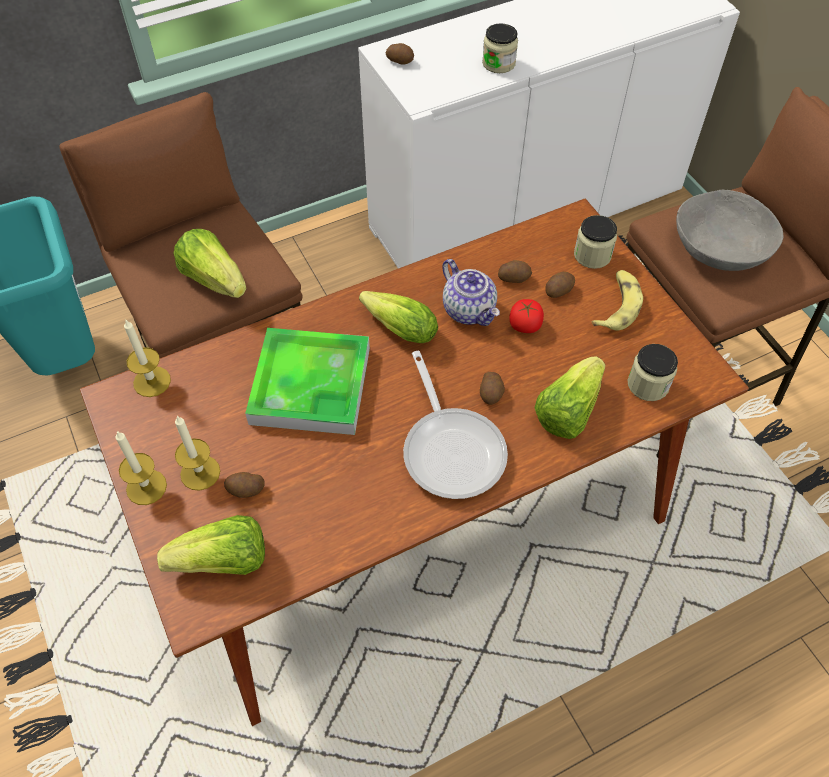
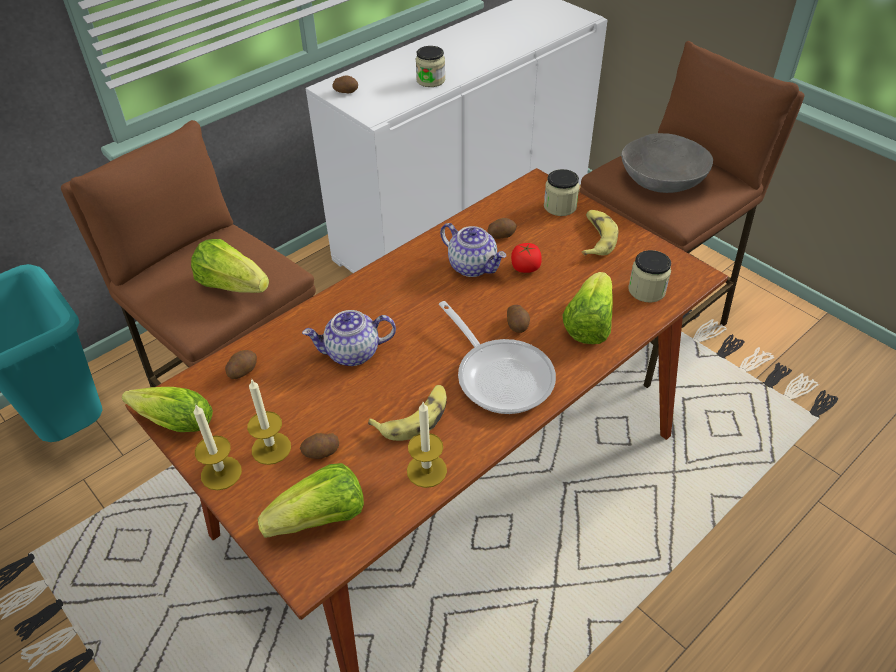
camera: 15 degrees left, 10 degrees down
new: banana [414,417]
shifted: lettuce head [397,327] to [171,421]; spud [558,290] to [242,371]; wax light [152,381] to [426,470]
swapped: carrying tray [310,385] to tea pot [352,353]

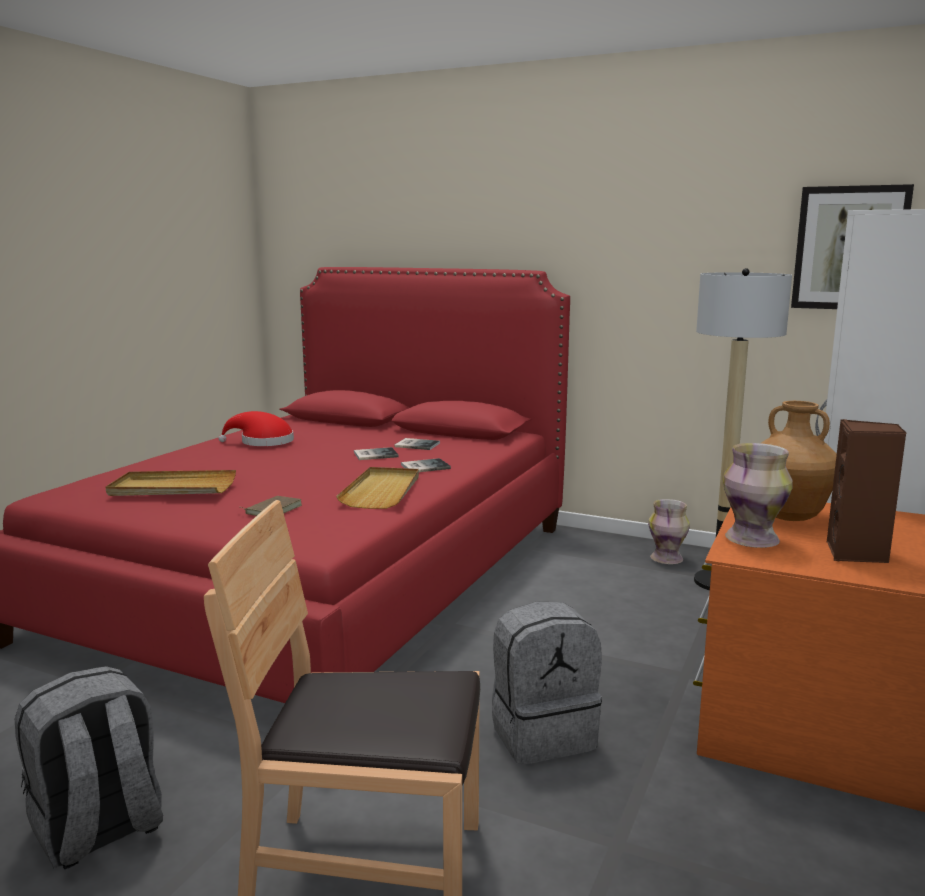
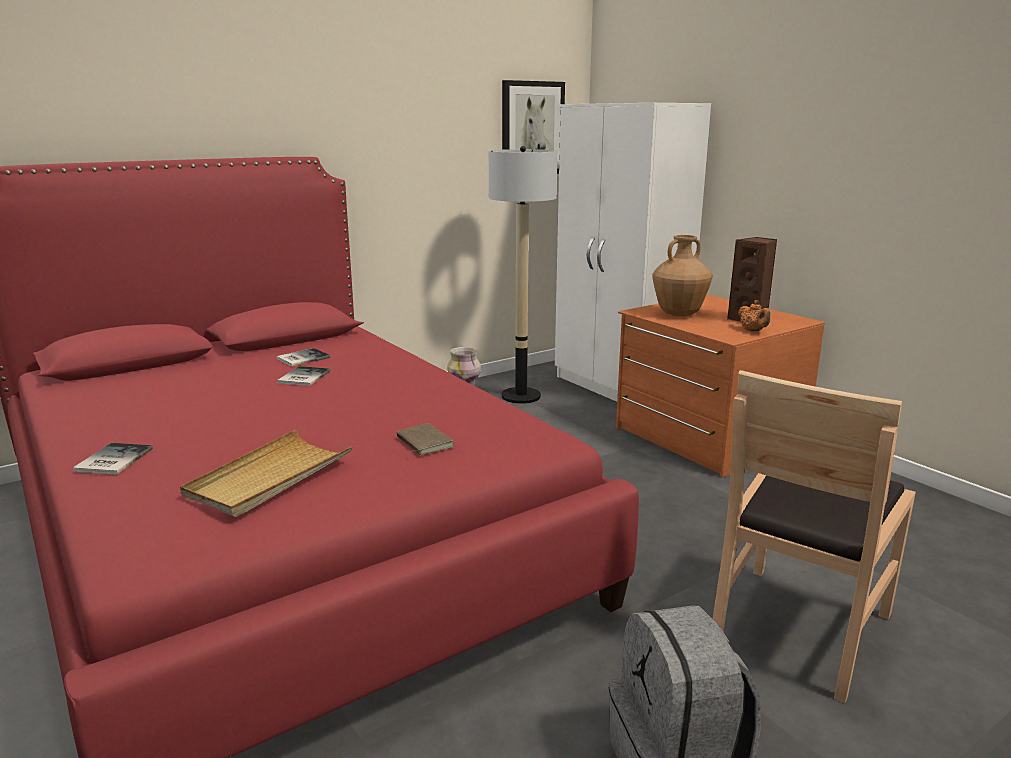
camera: 60 degrees left, 5 degrees up
gone: red-coloured wearable hat [262,442]; beige carrying tray [382,491]; greyish rucksack [542,733]; decorative vase [753,540]
new: orange-coloured tea pot [753,331]
shifted: bound book [423,466] to [111,460]

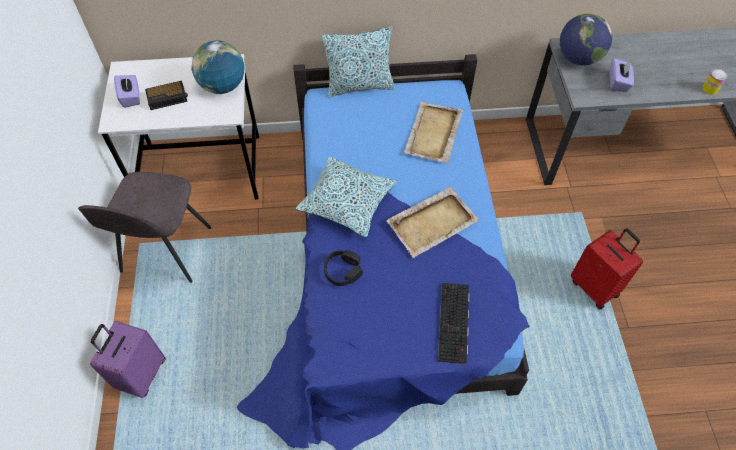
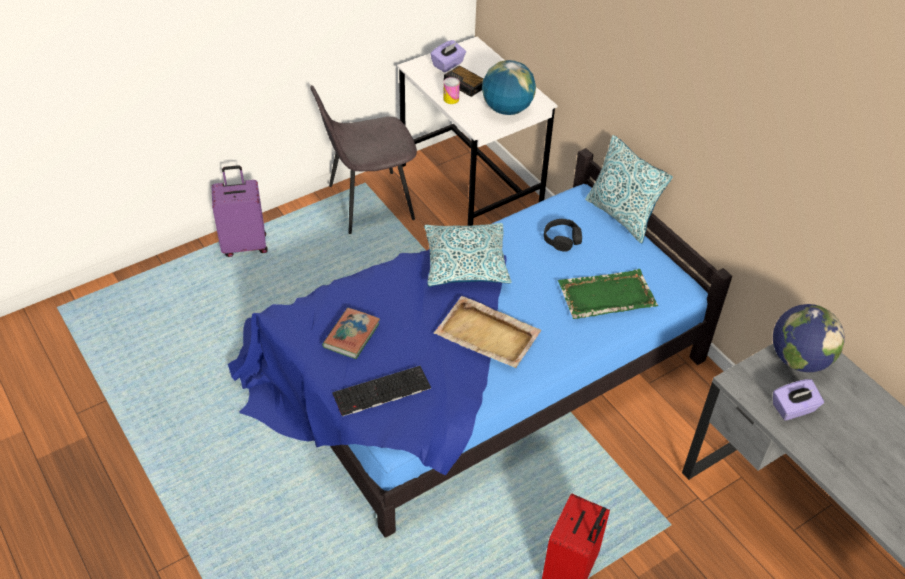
camera: 60 degrees right, 10 degrees down
new: bound book [351,335]
shifted: metal can [710,89] to [451,99]; black-coloured headphones [342,271] to [562,239]
repainted: beige carrying tray [433,134] to green carrying tray [605,296]

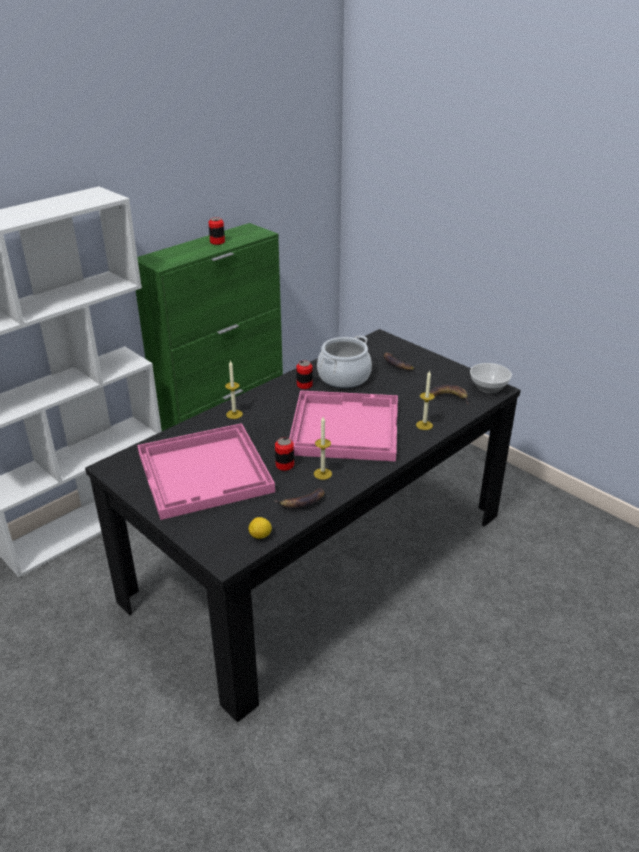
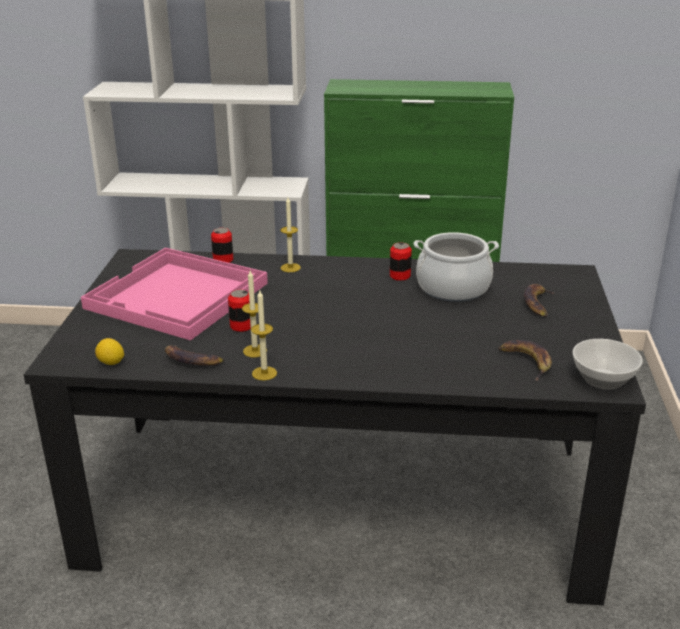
camera: 50 degrees right, 5 degrees down
gone: pinkish carrying tray [344,427]
shifted: metal can [217,242] to [223,260]; wax light [424,425] to [264,373]

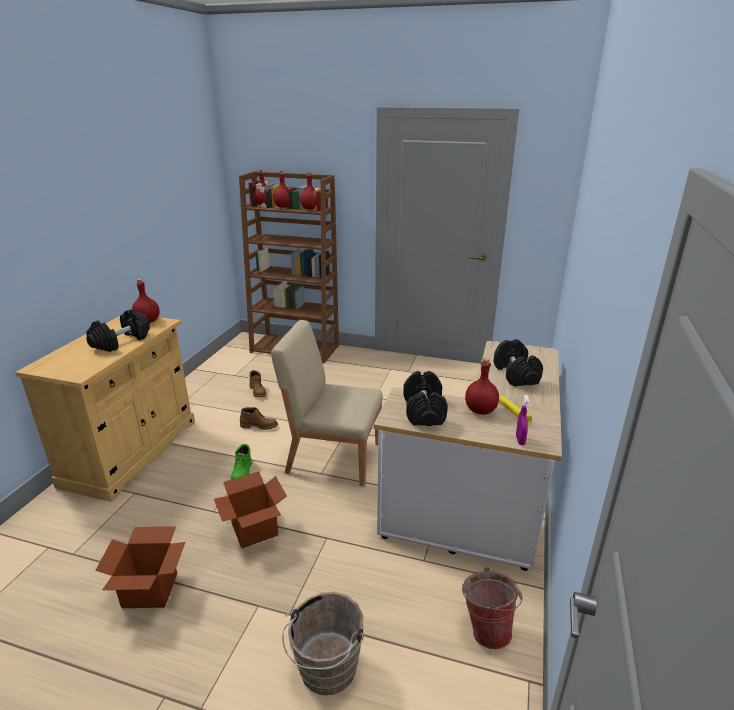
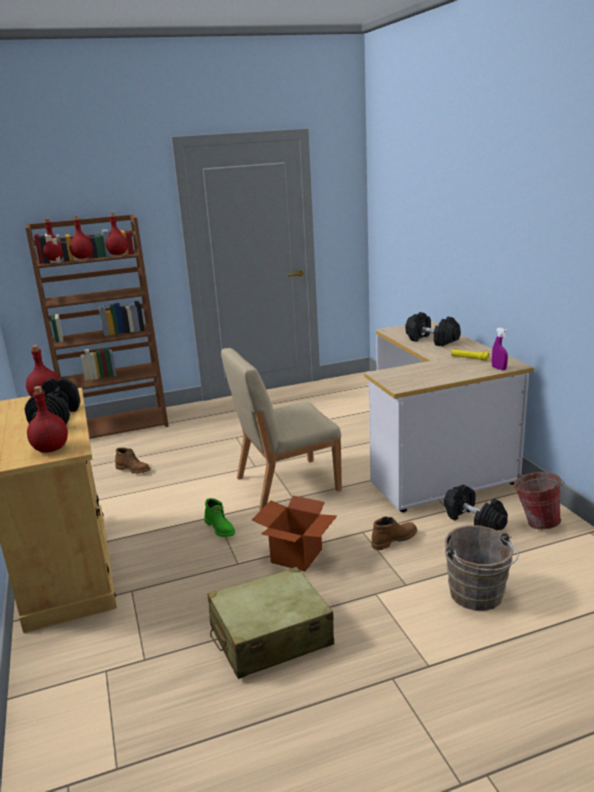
camera: 35 degrees left, 5 degrees down
shifted: red-coloured drink bottle [480,410] to [51,448]; brown-coloured tall boot [259,426] to [393,539]; black-coloured free weight [423,411] to [473,521]
swapped: cardboard box [150,590] to beige suitcase [270,636]

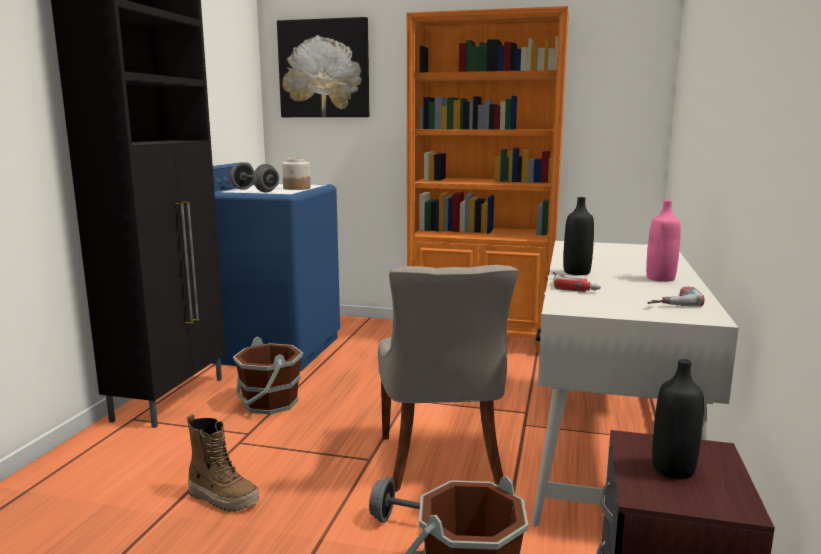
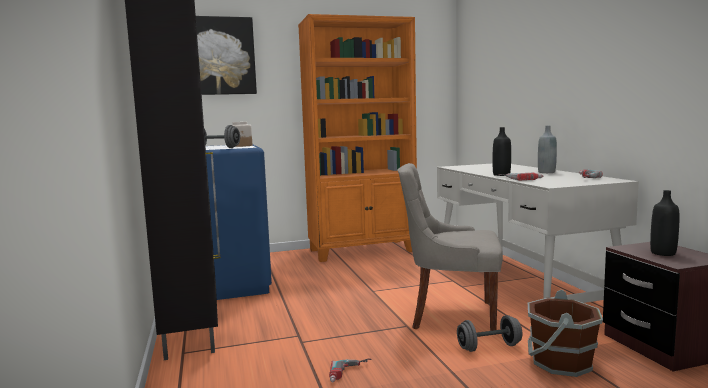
camera: 30 degrees left, 5 degrees down
gone: brown-coloured pail [269,403]
swapped: tall boot [223,498] to electric drill [350,373]
repainted: pinkish drink bottle [660,278] to greyish drink bottle [546,172]
rotated: greyish plain chair [442,462] = [450,315] 135 degrees clockwise

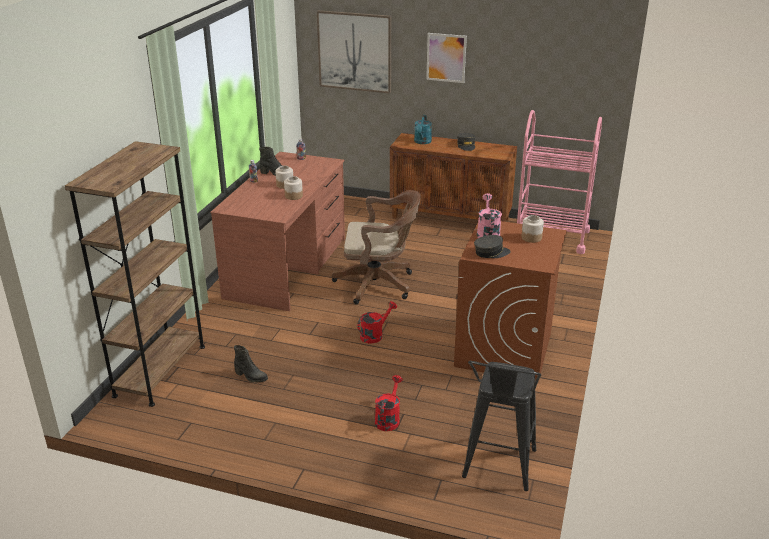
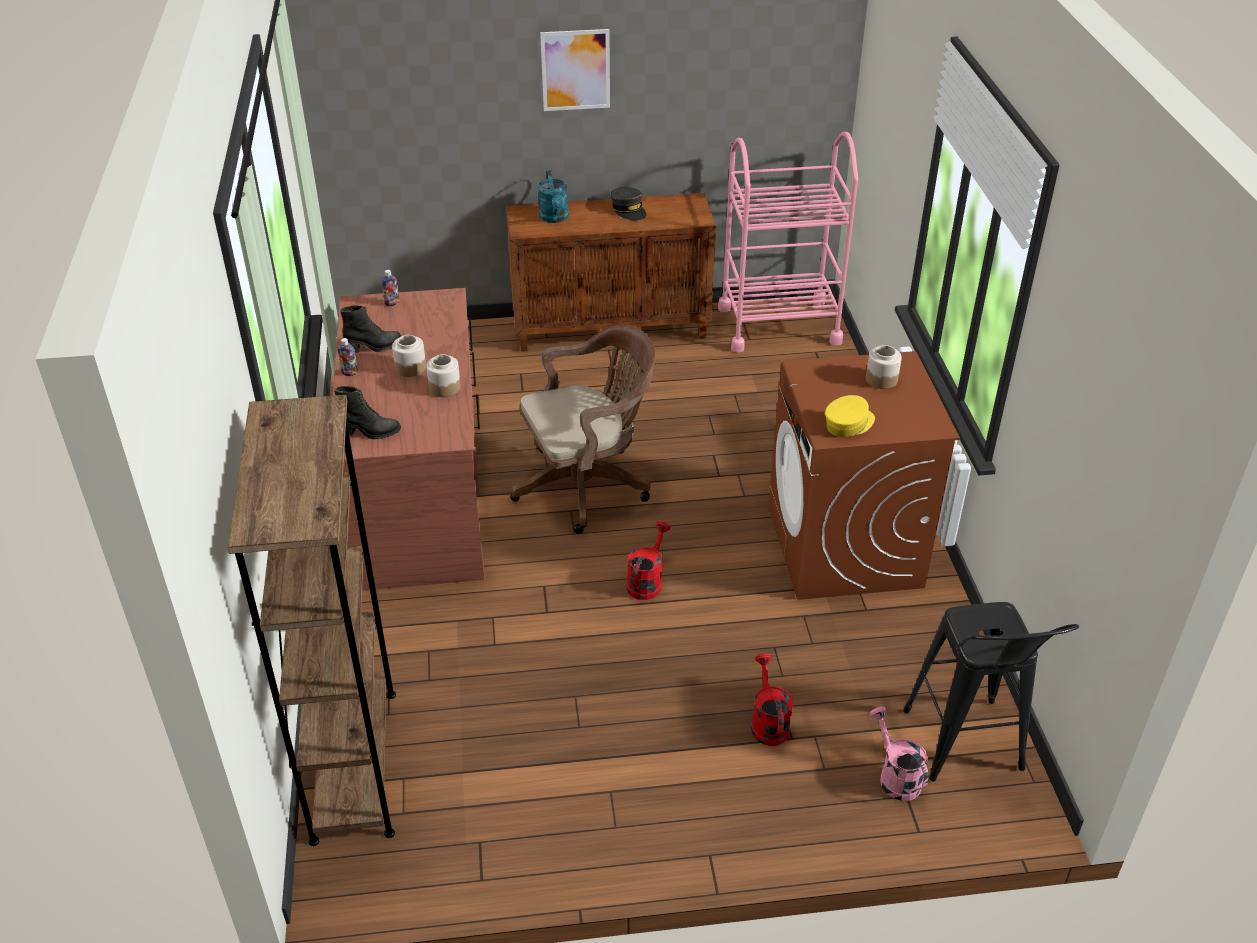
camera: 25 degrees left, 10 degrees up
gone: wall picture [354,51]
shifted: black-coloured tall boot [251,377] to [370,432]; pinkish watering pot [487,233] to [895,776]
repainted: greyish peaked cap [491,252] to yellowish peaked cap [848,424]

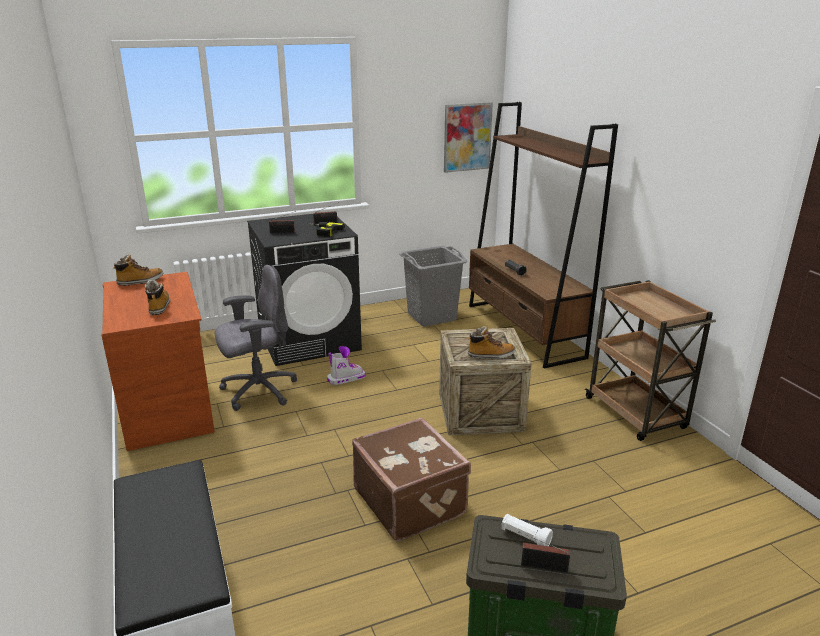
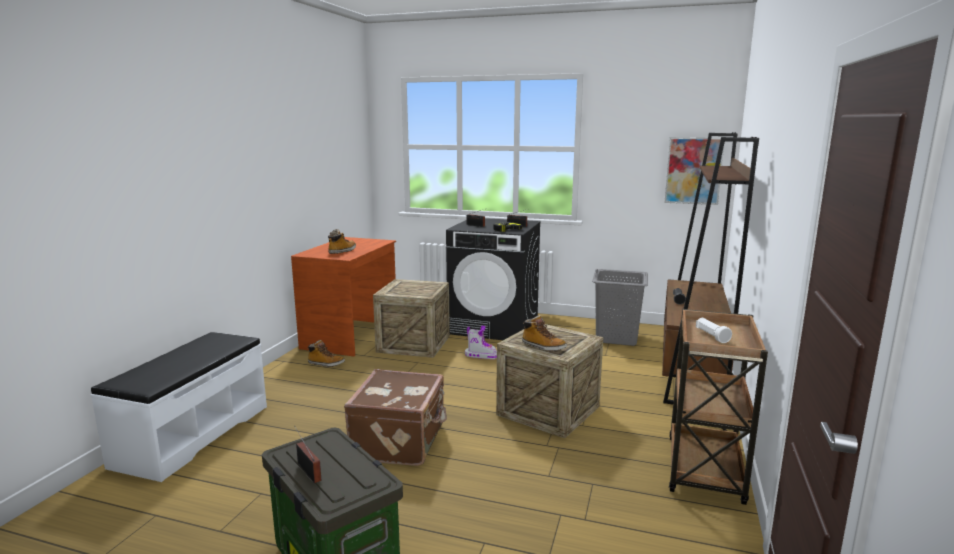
camera: 40 degrees right, 10 degrees down
shifted: tall boot [140,281] to [326,364]; white-coloured torch [525,537] to [711,336]
swapped: greyish office chair [258,391] to packing crate [414,344]

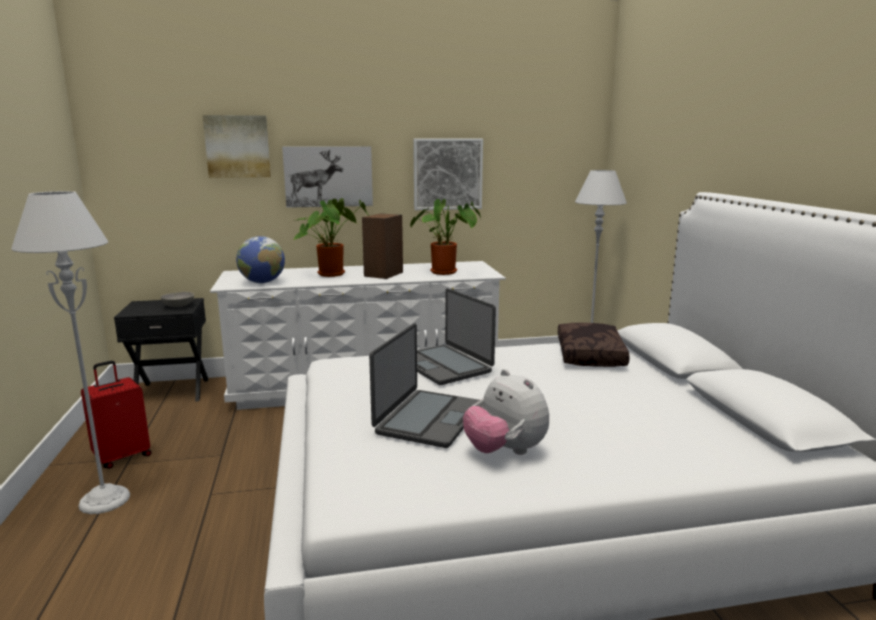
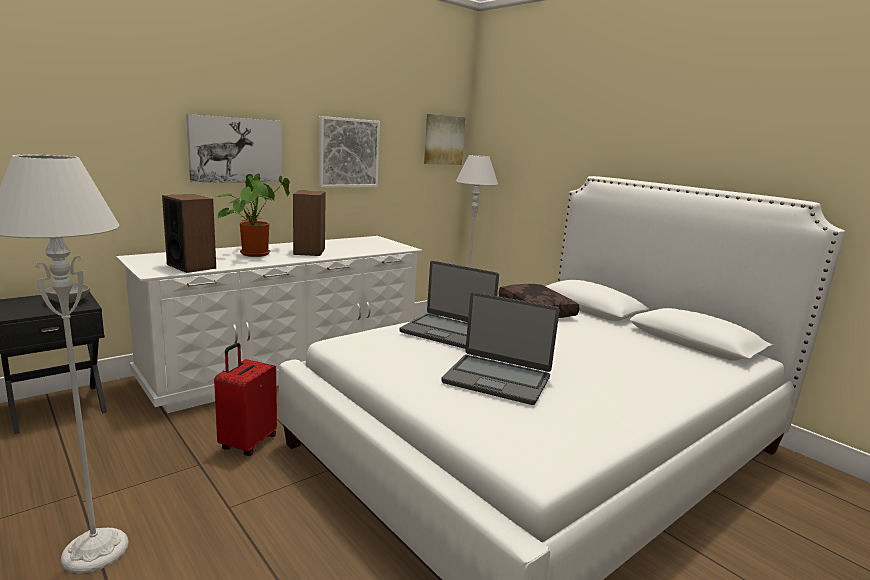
camera: 30 degrees left, 0 degrees up
gone: plant in a pot [447,272]; soft toy [505,451]
shifted: red-coloured suitcase [122,457] to [247,443]; wall picture [237,146] to [443,140]
swapped: world globe [262,282] to audio speaker [191,266]
rotated: notebook computer [428,419] = [497,379] 120 degrees clockwise

